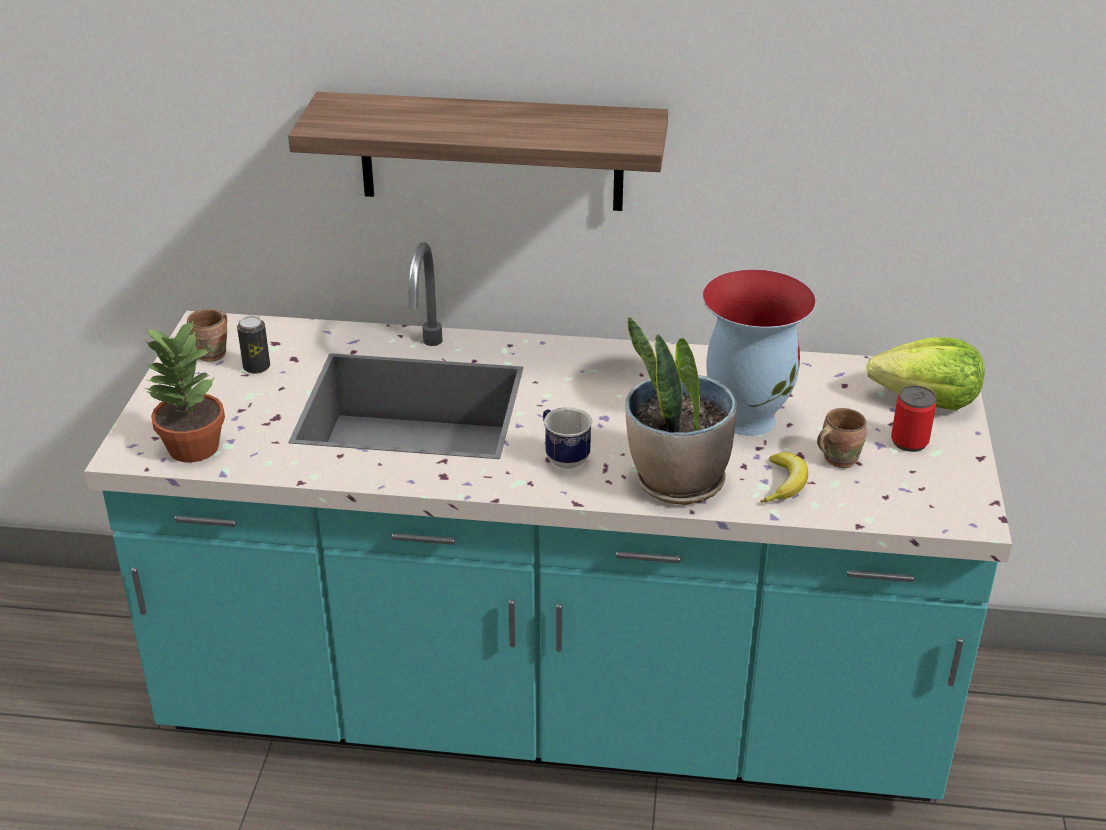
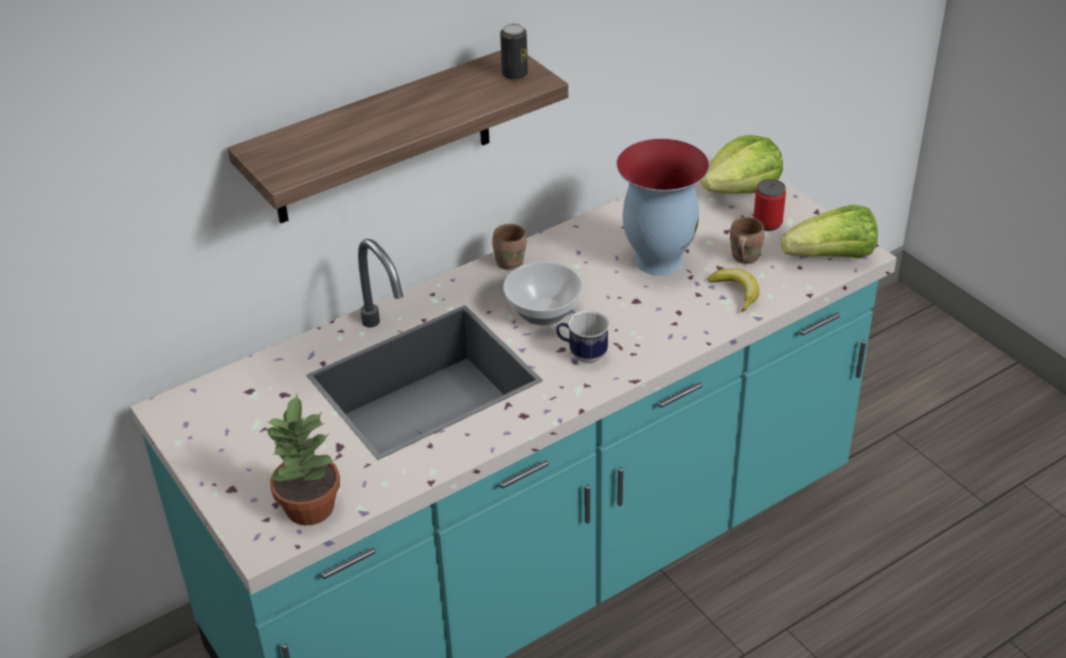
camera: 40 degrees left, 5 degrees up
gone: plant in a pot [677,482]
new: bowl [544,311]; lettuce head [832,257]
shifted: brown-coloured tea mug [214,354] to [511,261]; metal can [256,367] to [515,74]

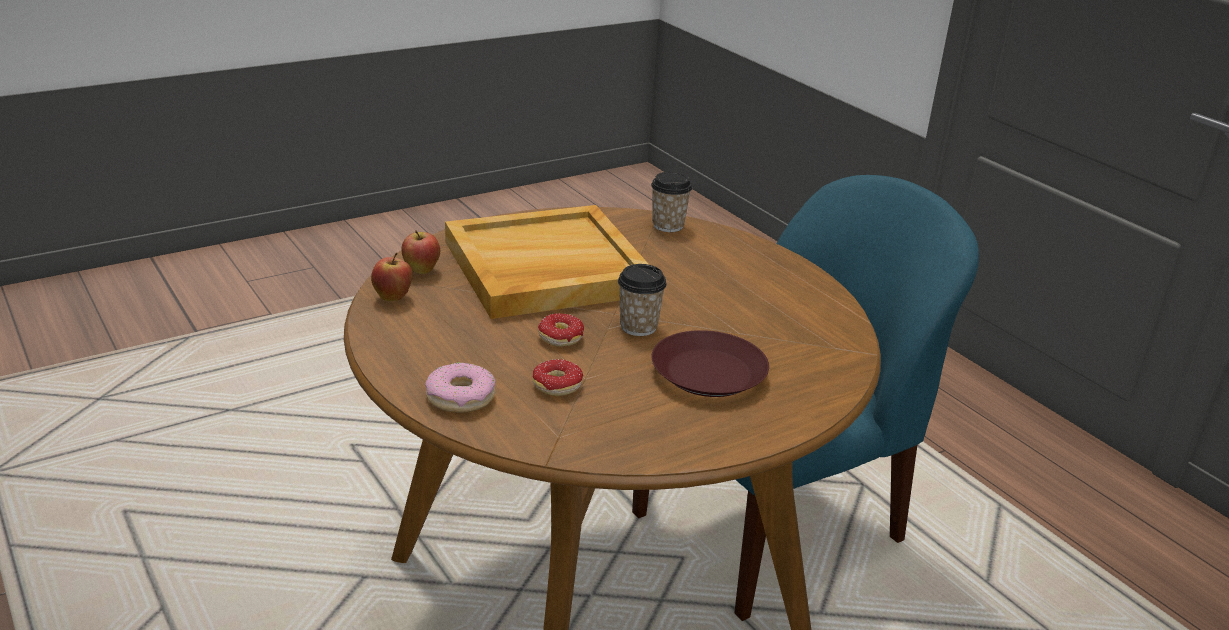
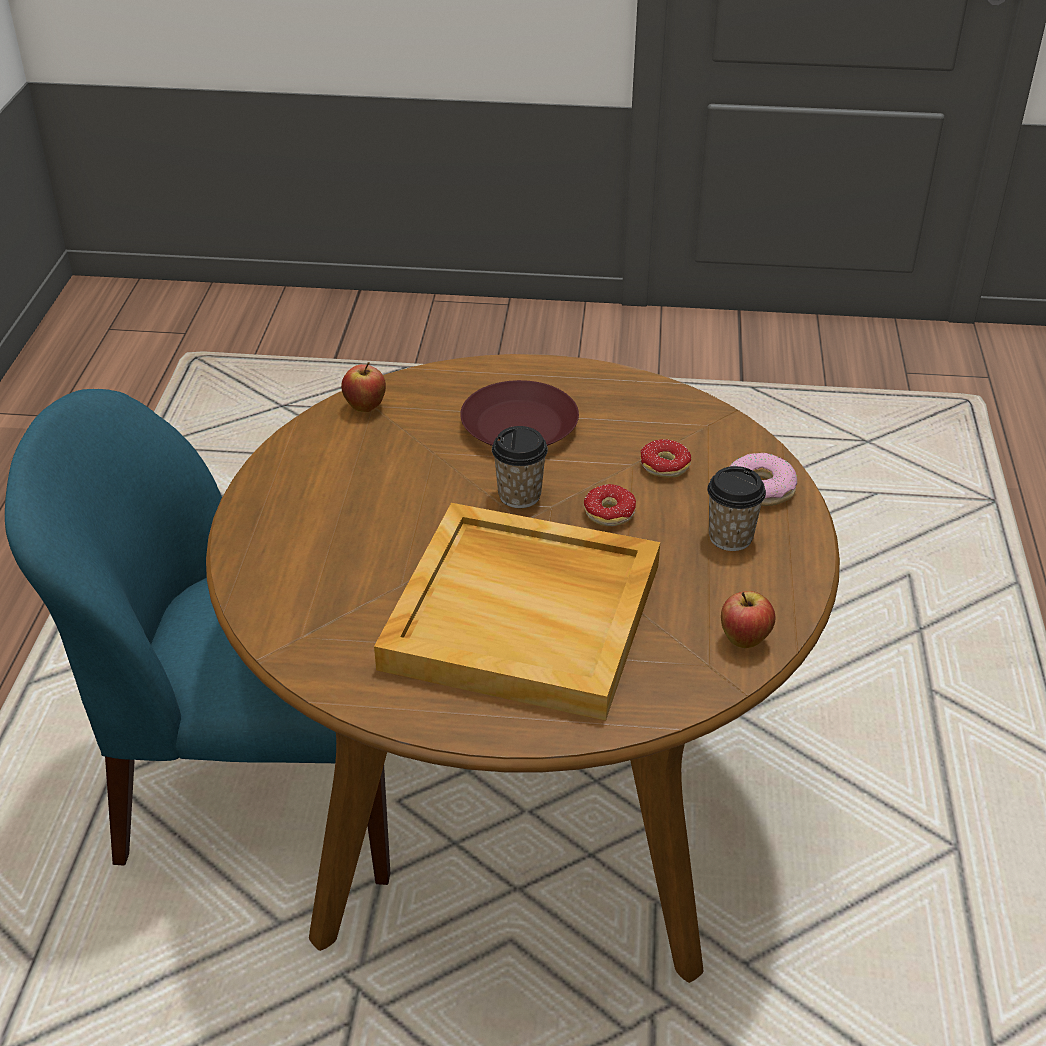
camera: 140 degrees left, 10 degrees up
shifted: apple fruit [421,271] to [365,408]; cup [668,225] to [730,537]

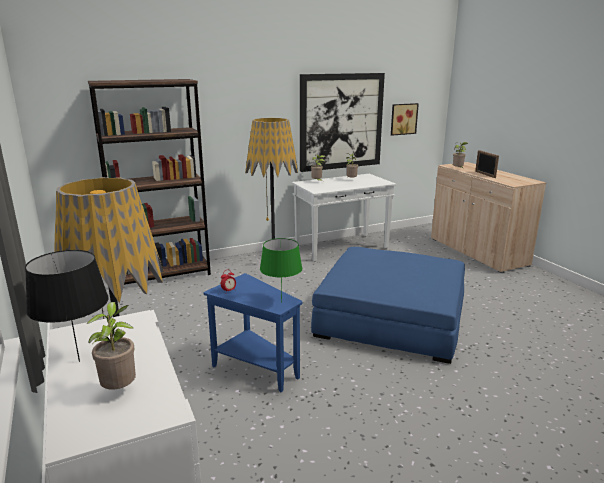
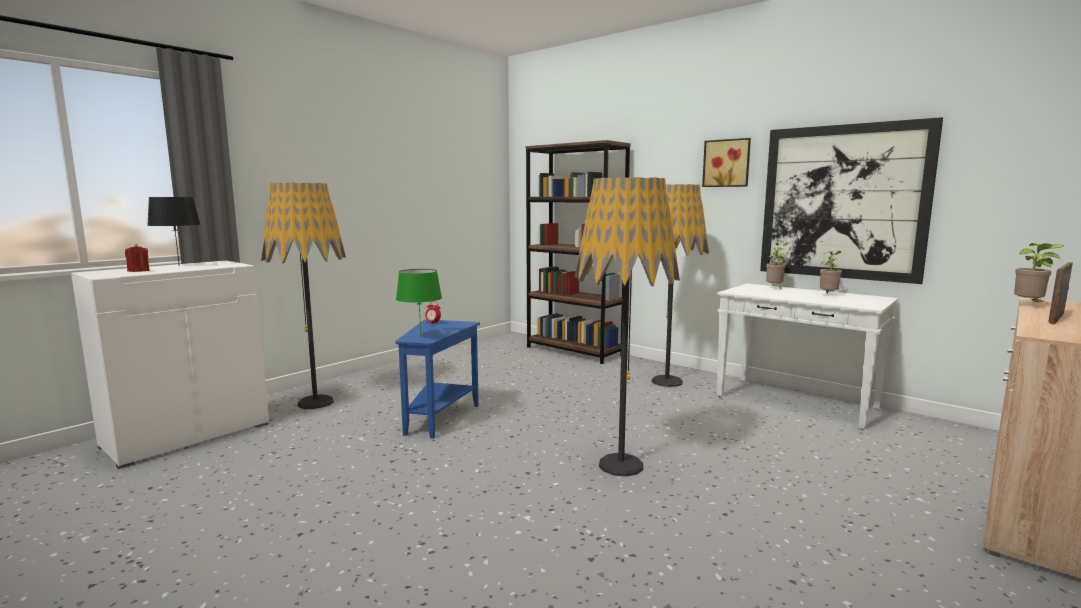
camera: 65 degrees right, 10 degrees down
shifted: wall picture [403,119] to [727,163]
swapped: plant in a pot [120,389] to red-coloured wax light [138,271]; blue pouffe [391,318] to floor lamp [621,465]

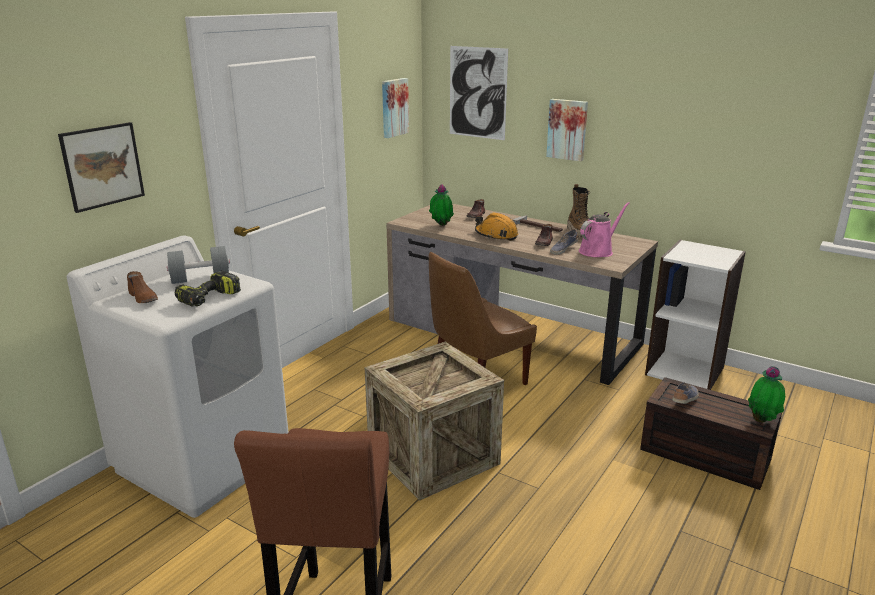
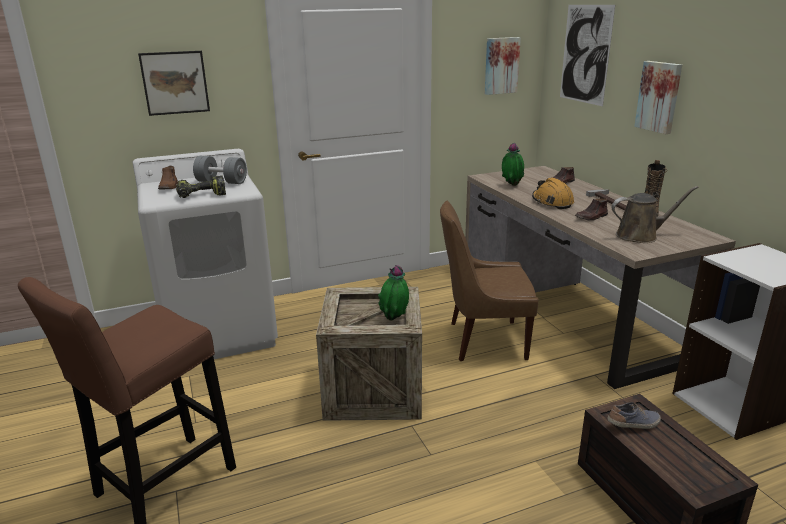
camera: 35 degrees right, 0 degrees up
gone: shoe [563,249]
shifted: plant in a pot [762,421] to [394,320]
repainted: pinkish watering pot [598,251] to brown-coloured watering pot [640,236]

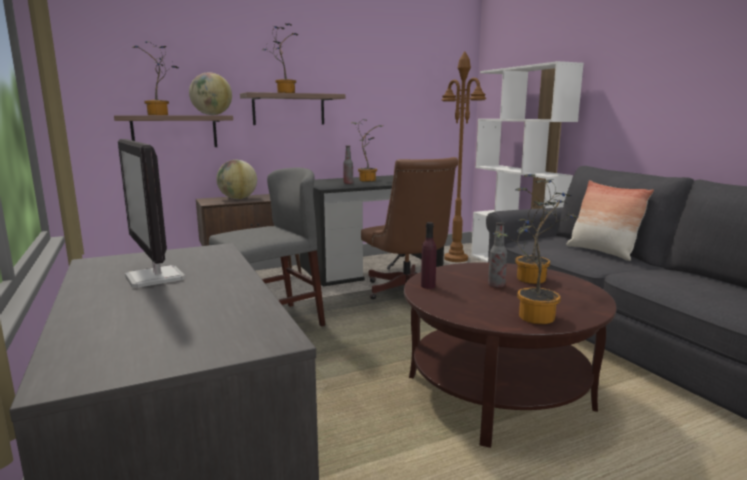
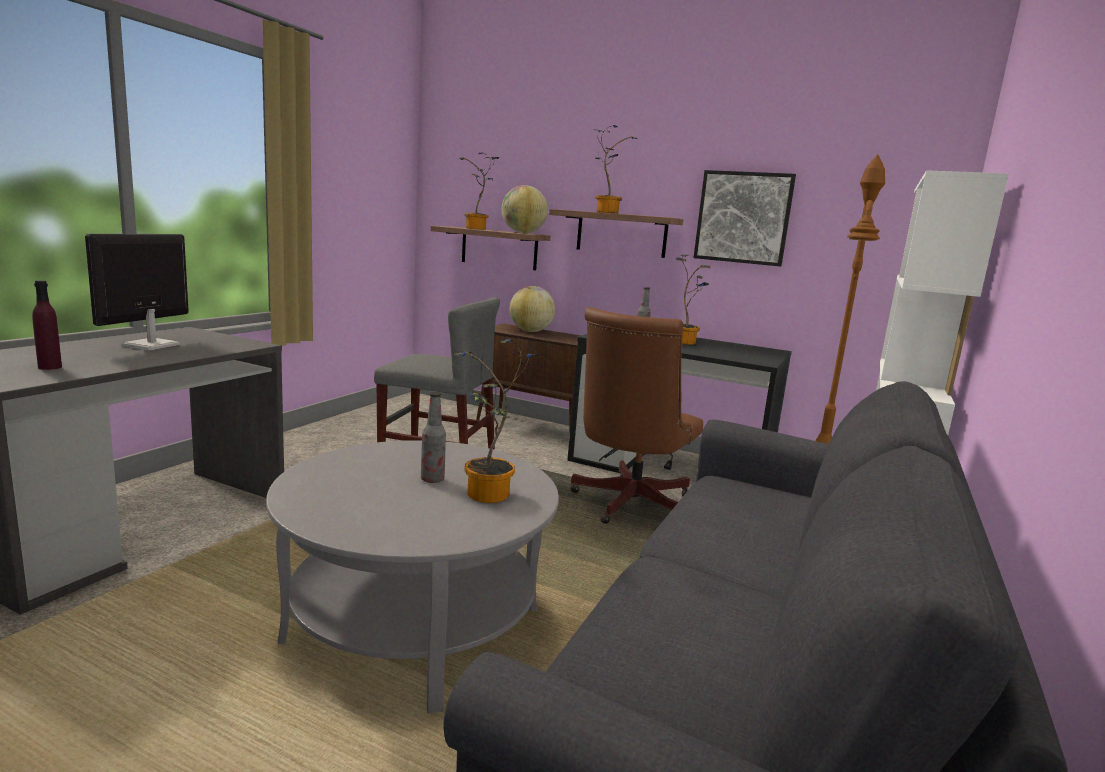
camera: 50 degrees right, 0 degrees up
gone: plant in a pot [530,316]; cushion [602,252]
new: wall picture [743,218]
shifted: purplish drink bottle [428,286] to [50,367]
repainted: brown-coloured coffee table [498,392] to greyish coffee table [414,625]

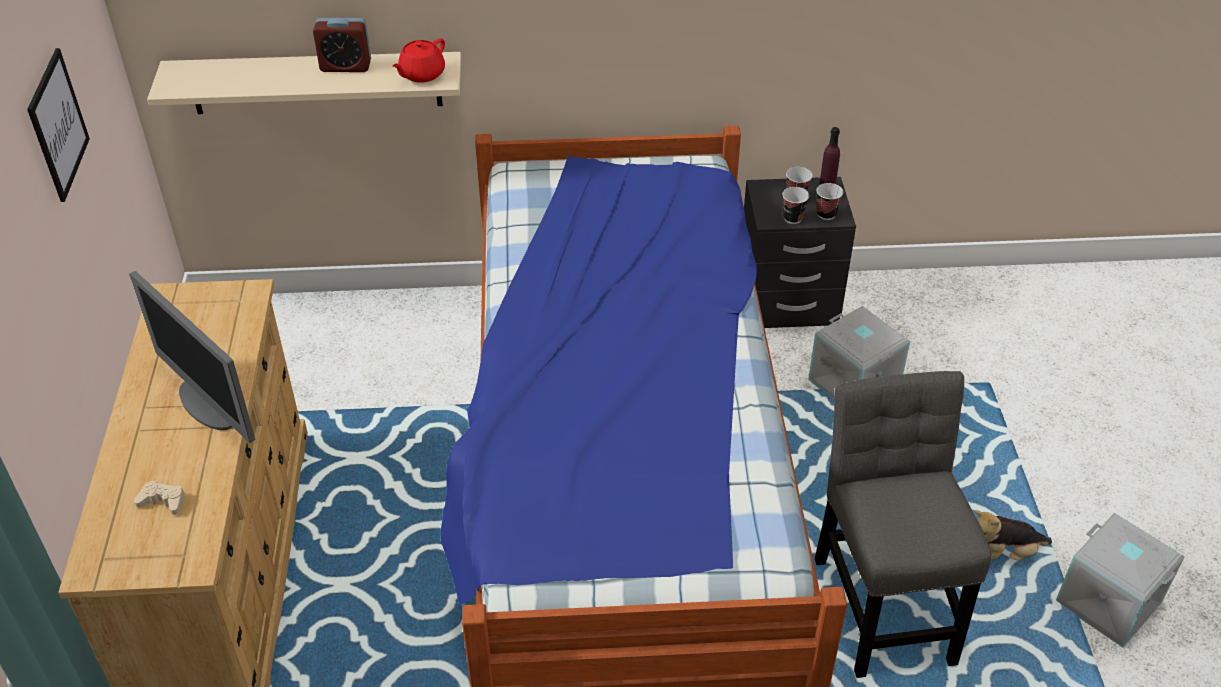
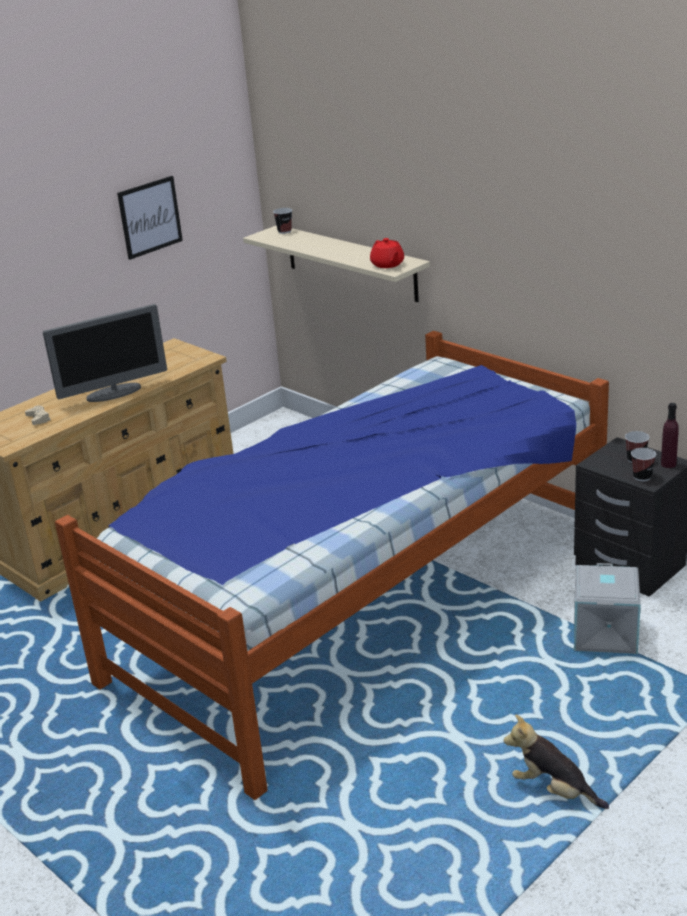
camera: 50 degrees right, 15 degrees down
gone: table clock [345,66]; greyish plain chair [883,601]; greyish storage container [1106,602]
shifted: cup [793,218] to [284,231]
rotated: computer screen [208,405] = [114,393] 120 degrees counterclockwise; red-coloured tea pot [421,74] = [387,264] 105 degrees counterclockwise

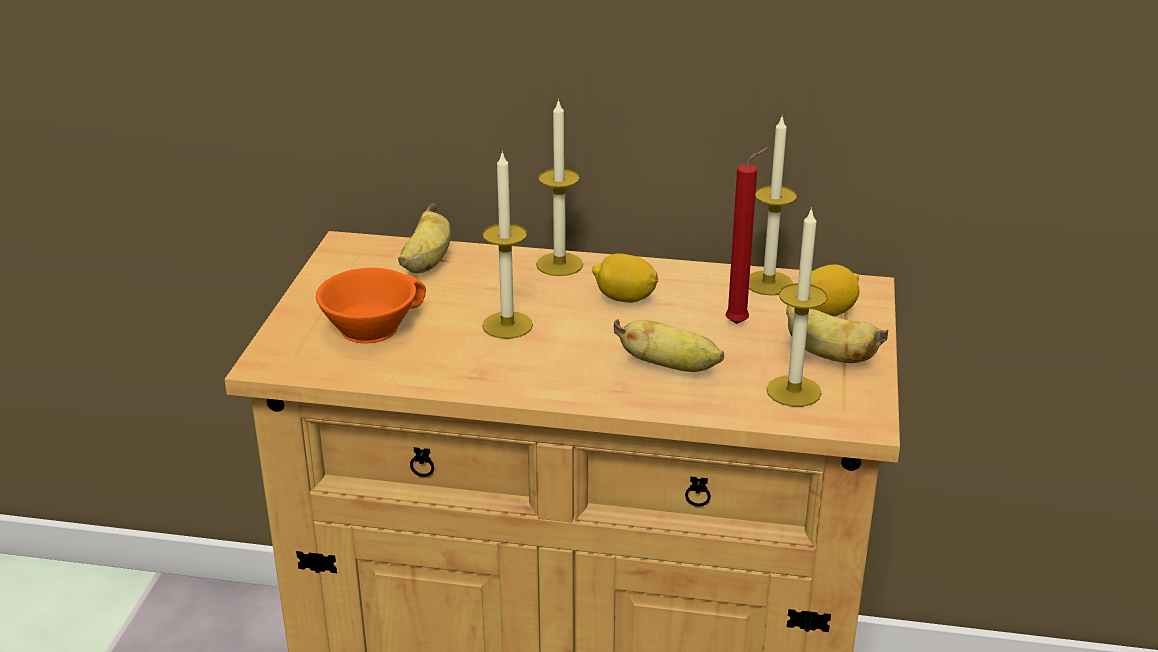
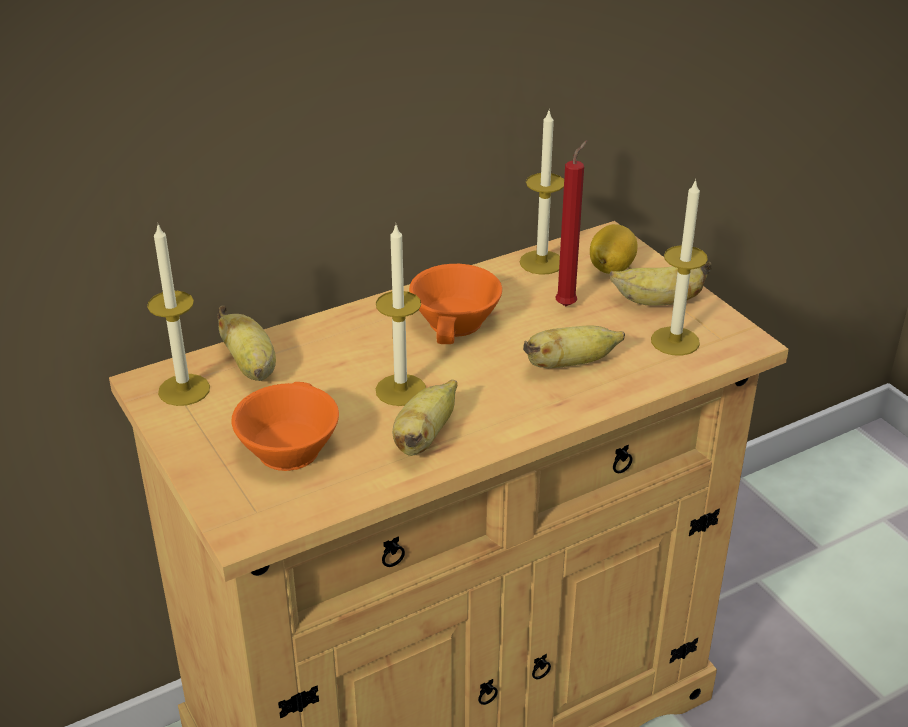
camera: 40 degrees left, 5 degrees up
new: banana [425,437]
shifted: wax light [559,264] to [184,390]
swapped: lemon [624,299] to orange-coloured cup [458,323]

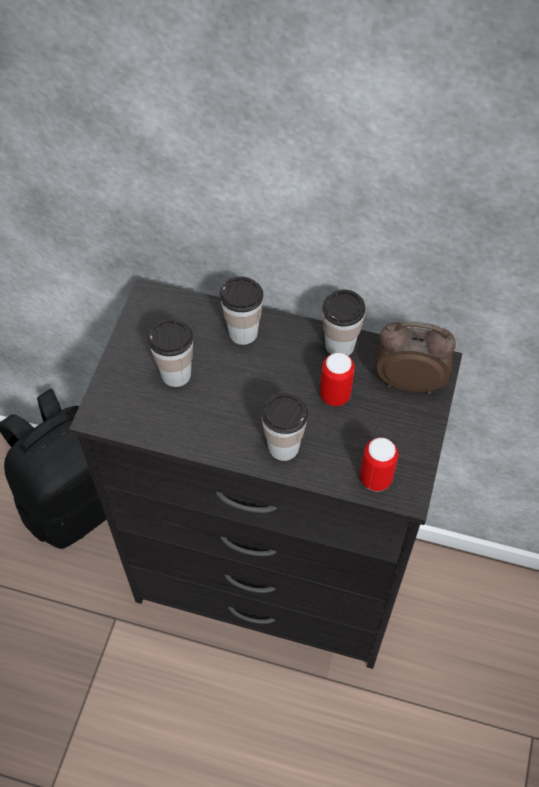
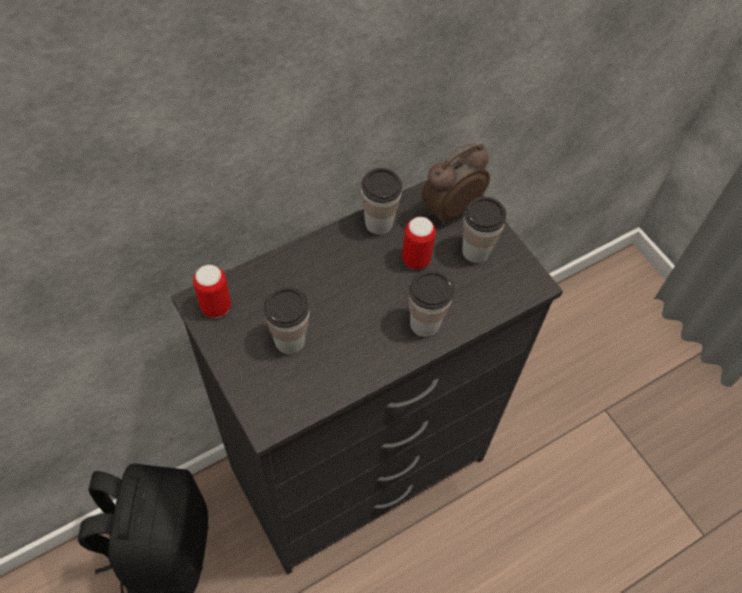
camera: 50 degrees left, 0 degrees up
shifted: metal can [375,478] to [216,306]; cup [243,332] to [476,251]

